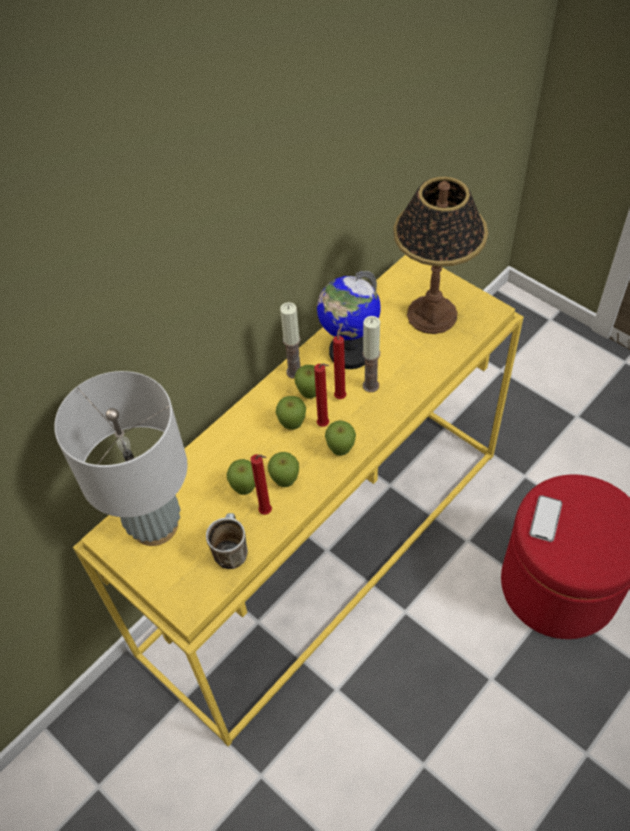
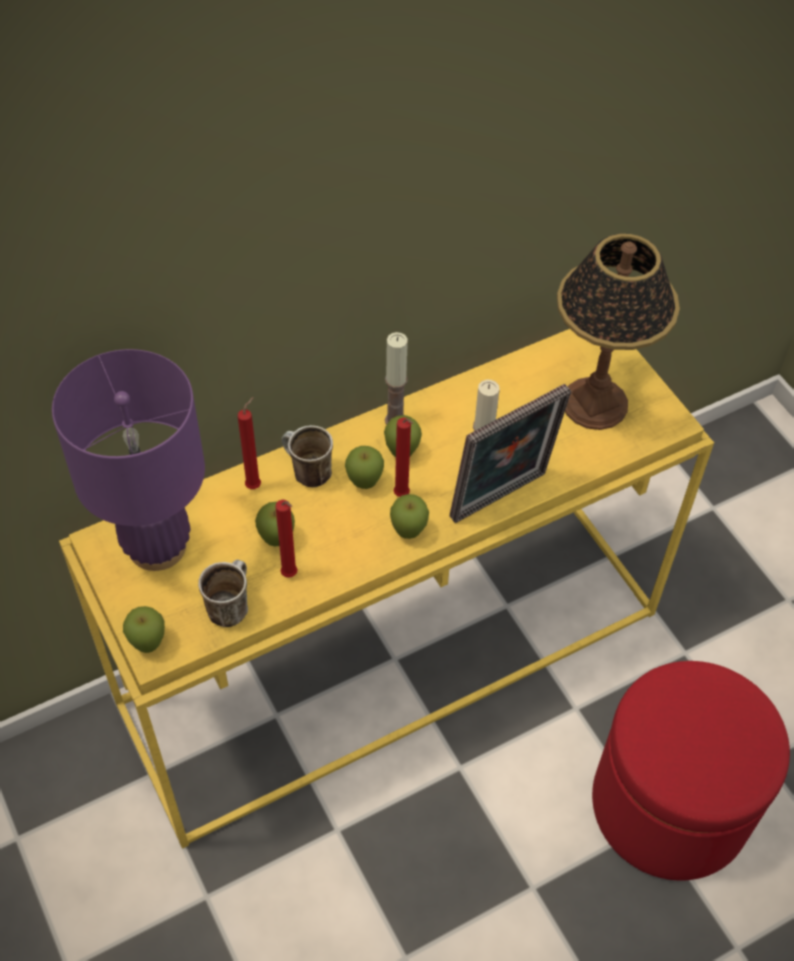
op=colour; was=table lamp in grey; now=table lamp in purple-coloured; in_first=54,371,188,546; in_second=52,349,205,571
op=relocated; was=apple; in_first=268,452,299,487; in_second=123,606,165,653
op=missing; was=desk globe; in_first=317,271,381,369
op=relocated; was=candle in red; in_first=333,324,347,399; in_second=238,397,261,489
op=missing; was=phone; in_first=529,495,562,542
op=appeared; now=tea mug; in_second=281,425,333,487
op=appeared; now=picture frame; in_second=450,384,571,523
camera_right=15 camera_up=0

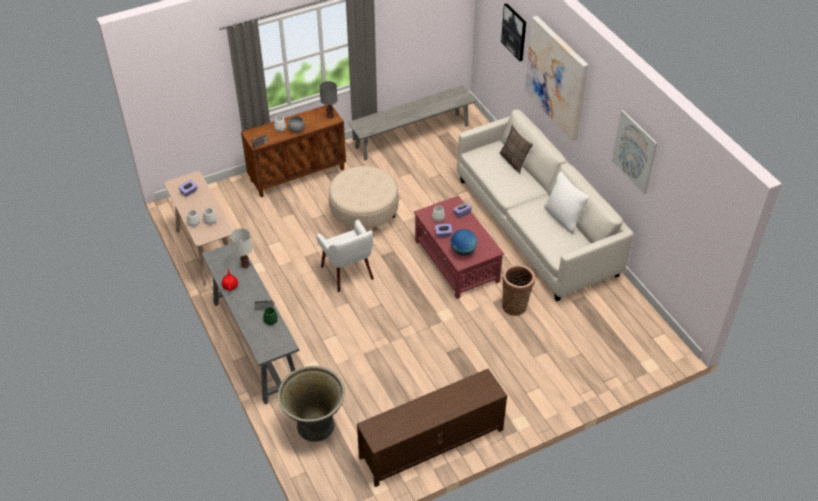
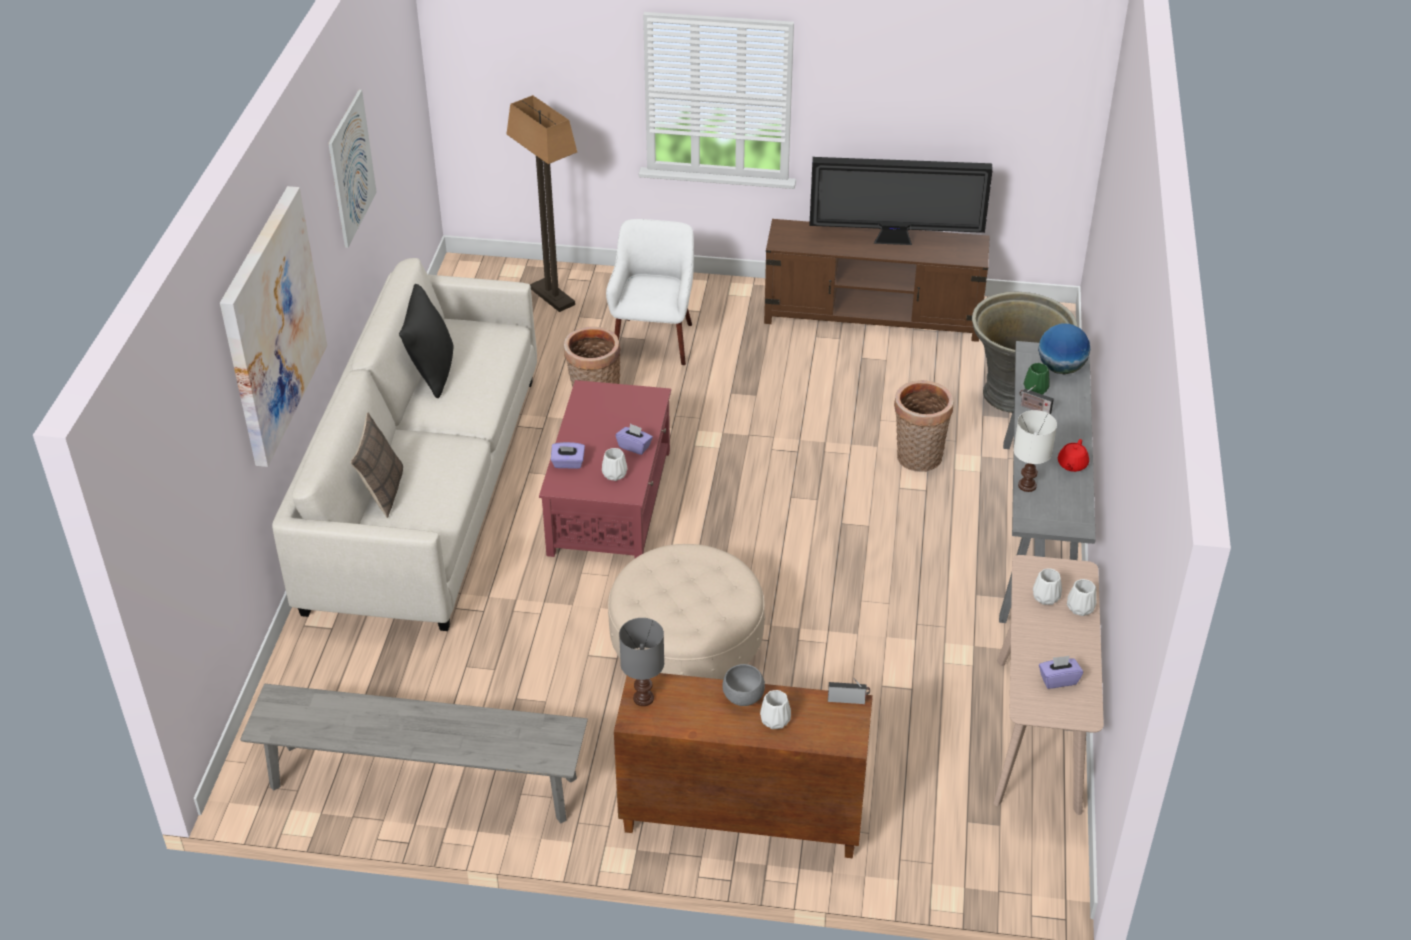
op=relocated; was=lounge chair in white-coloured; in_first=316,219,374,292; in_second=606,219,694,365
op=relocated; was=desk globe; in_first=450,229,477,256; in_second=1038,323,1090,374
op=missing; was=wall art; in_first=501,3,526,61
op=colour; was=cushion in white-coloured; now=cushion in blackish; in_first=544,172,589,233; in_second=399,284,453,398
op=appeared; now=standard lamp; in_second=507,95,577,312
op=appeared; now=TV set; in_second=809,157,993,245
op=appeared; now=storage basket; in_second=894,380,953,472
camera_right=-145 camera_up=-5

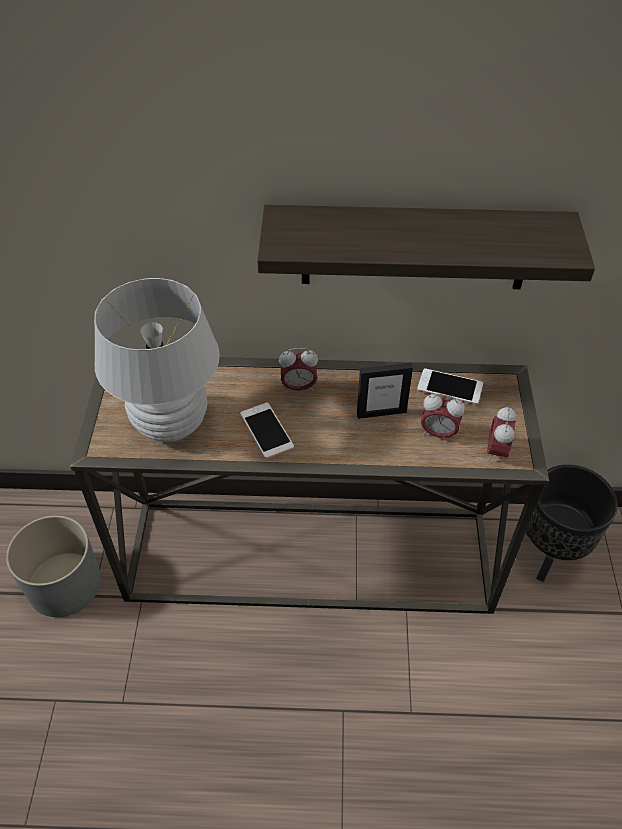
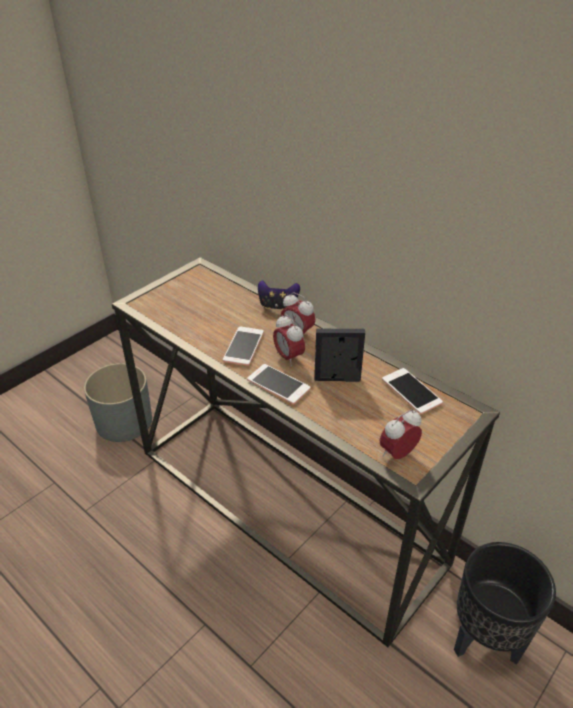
op=missing; was=table lamp in white-coloured; in_first=94,278,220,442
op=missing; was=bracket shelf; in_first=257,205,595,289
op=spun; was=picture frame; in_first=357,363,413,419; in_second=314,329,365,382; clockwise=150
op=relocated; was=table clock; in_first=421,394,464,441; in_second=273,314,305,366
op=appeared; now=phone; in_second=247,364,310,404
op=appeared; now=joypad; in_second=258,280,300,309
camera_right=40 camera_up=-10

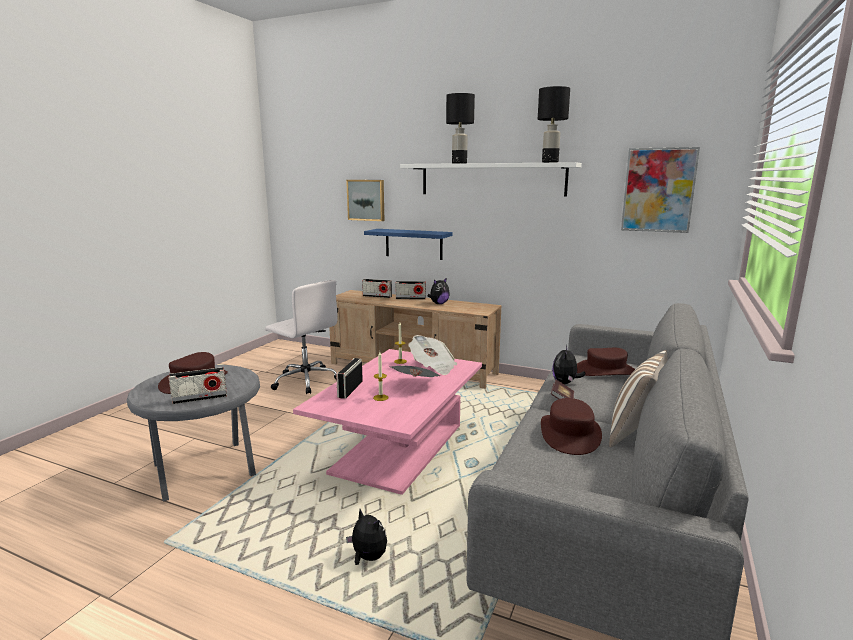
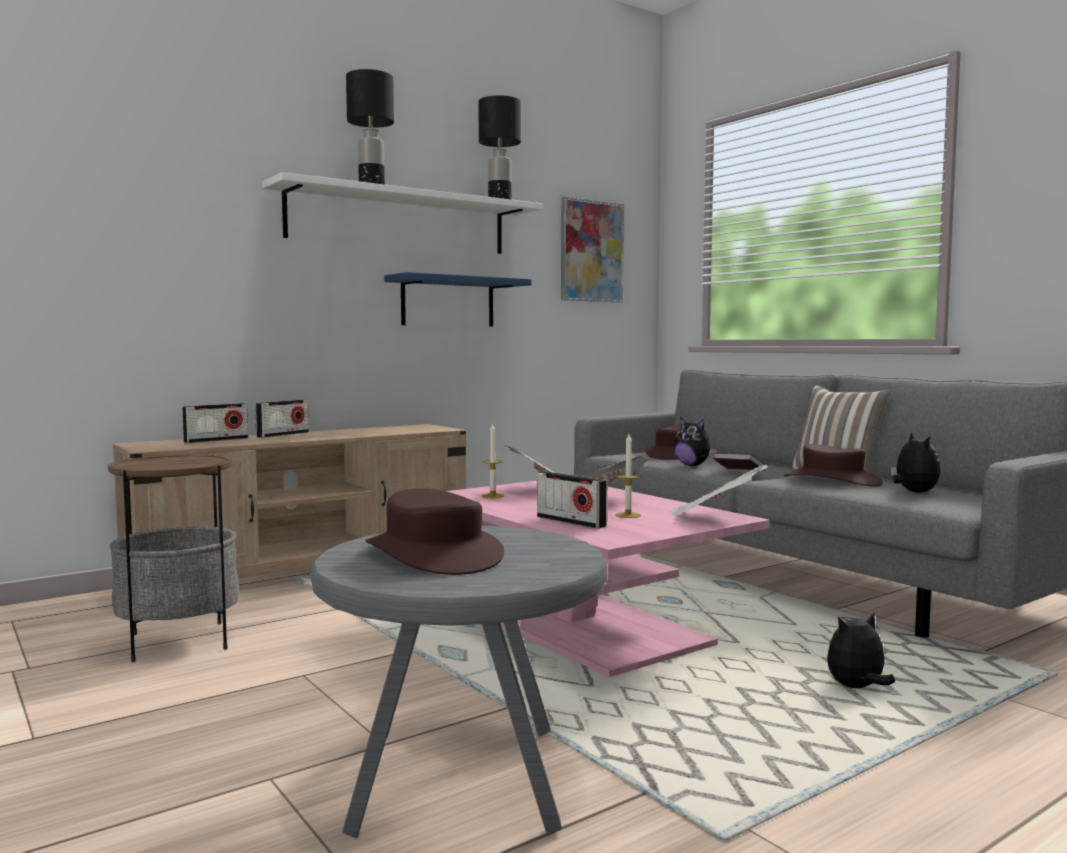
op=missing; was=radio set; in_first=169,367,227,404
op=exchanged; was=computer chair in white-coloured; now=accent table; in_first=265,280,338,394; in_second=108,454,239,662
op=missing; was=wall art; in_first=346,180,384,221
op=relocated; was=bracket shelf in blue; in_first=364,229,453,260; in_second=384,272,531,326
op=relocated; was=soft toy; in_first=428,278,450,304; in_second=891,432,940,493
op=appeared; now=newspaper; in_second=670,465,767,516
camera_right=-60 camera_up=-10

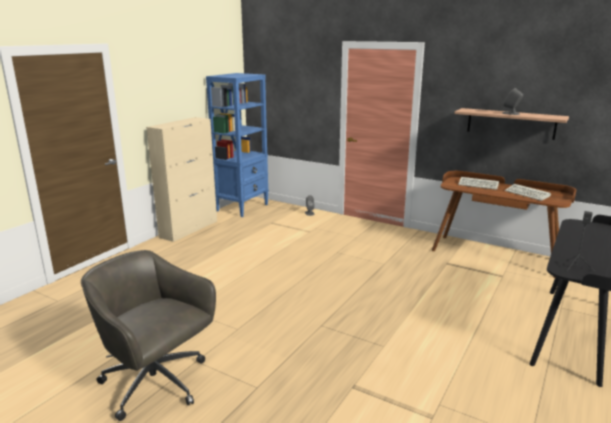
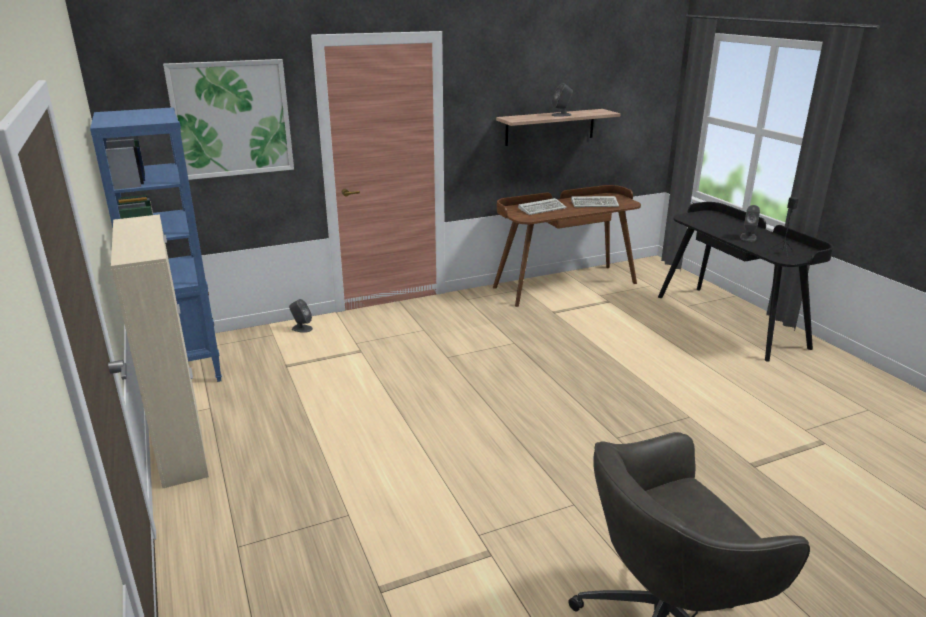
op=appeared; now=wall art; in_second=163,59,294,180
op=appeared; now=loudspeaker in grey; in_second=740,205,760,241
camera_right=-55 camera_up=5

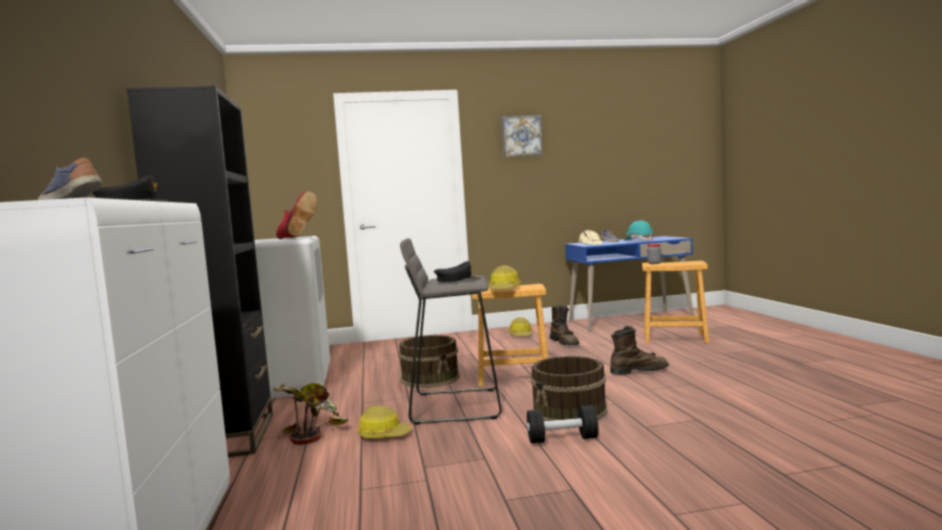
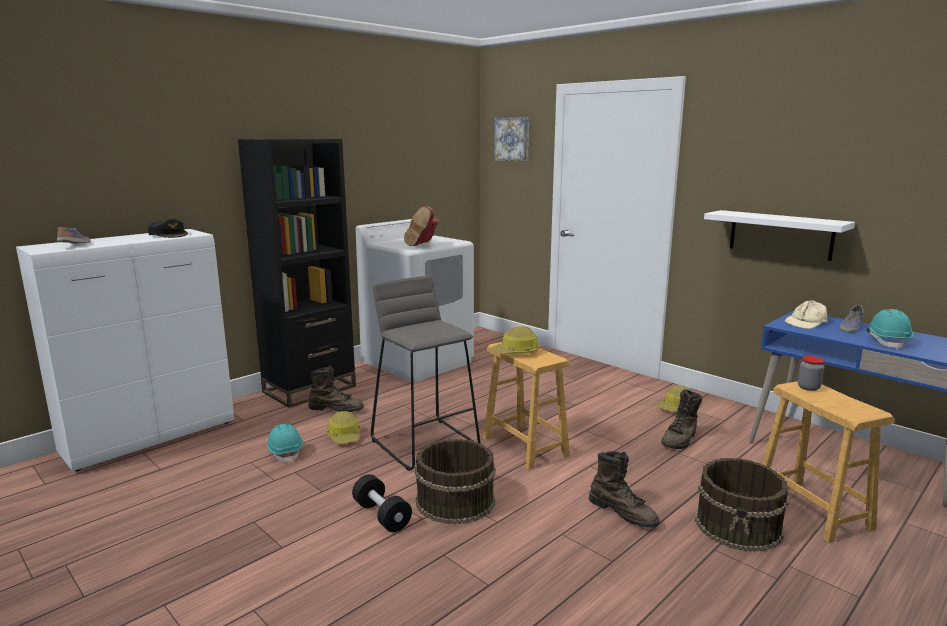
op=exchanged; was=potted plant; now=boot in brown; in_first=273,383,349,445; in_second=309,365,364,412
op=relocated; was=bucket in brown; in_first=399,335,460,388; in_second=695,458,789,552
op=missing; was=peaked cap in blackish; in_first=434,261,481,282
op=relocated; was=wall art; in_first=502,115,543,157; in_second=494,117,529,162
op=appeared; now=safety helmet in turquoise-coloured; in_second=266,424,303,462
op=appeared; now=bracket shelf in white-coloured; in_second=704,210,855,261
camera_right=55 camera_up=10

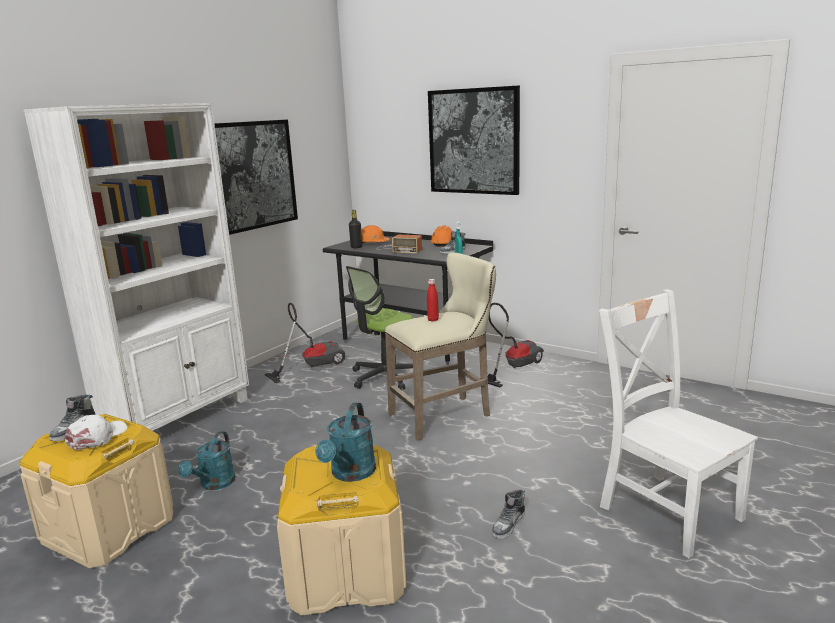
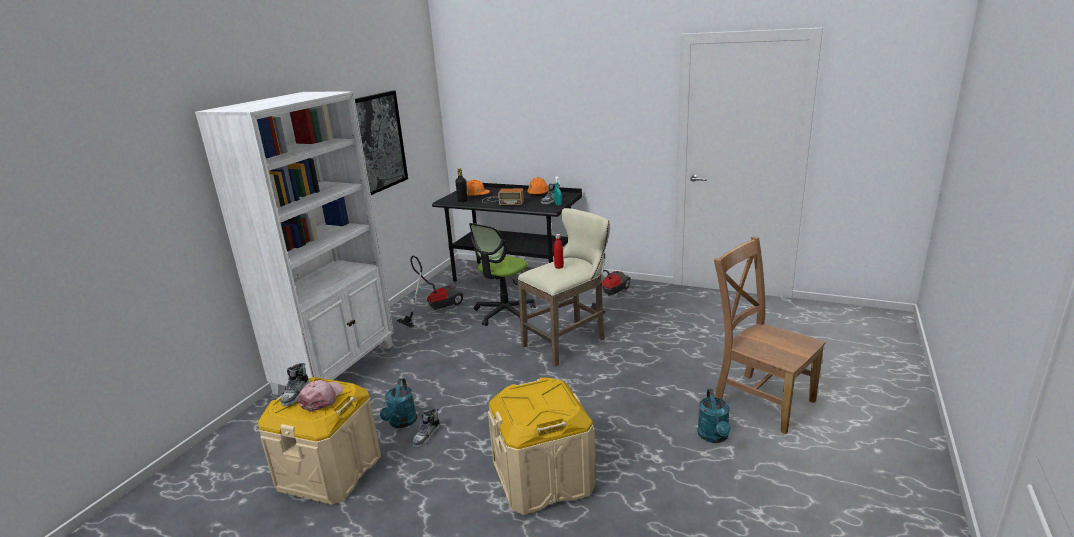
op=colour; was=peaked cap in white-coloured; now=peaked cap in pink; in_first=65,415,127,450; in_second=297,380,343,412
op=relocated; was=watering pot in turquoise-coloured; in_first=315,402,376,482; in_second=697,389,731,443
op=missing; was=wall art; in_first=428,85,520,195
op=relocated; was=item of footwear; in_first=492,490,525,539; in_second=412,408,440,448
op=colour; was=plain chair in white-coloured; now=plain chair in brown; in_first=599,289,758,558; in_second=714,236,826,434
camera_right=-10 camera_up=5

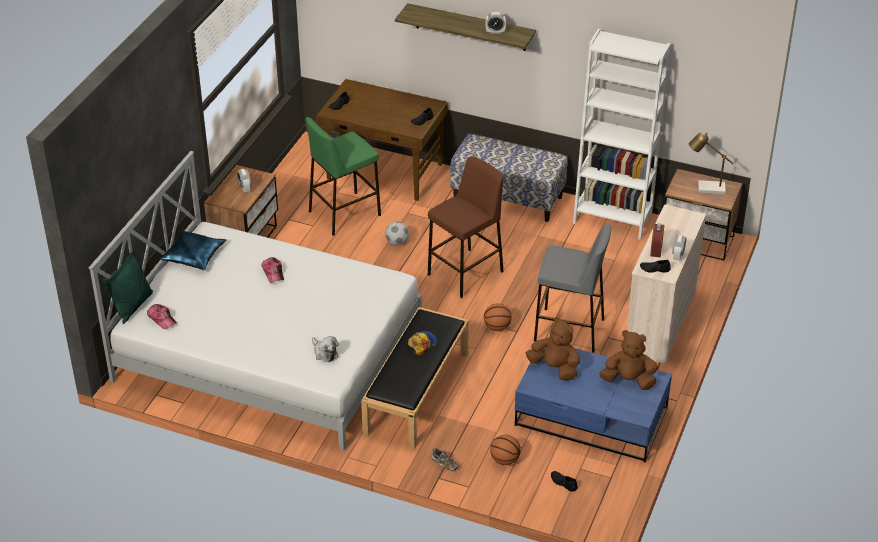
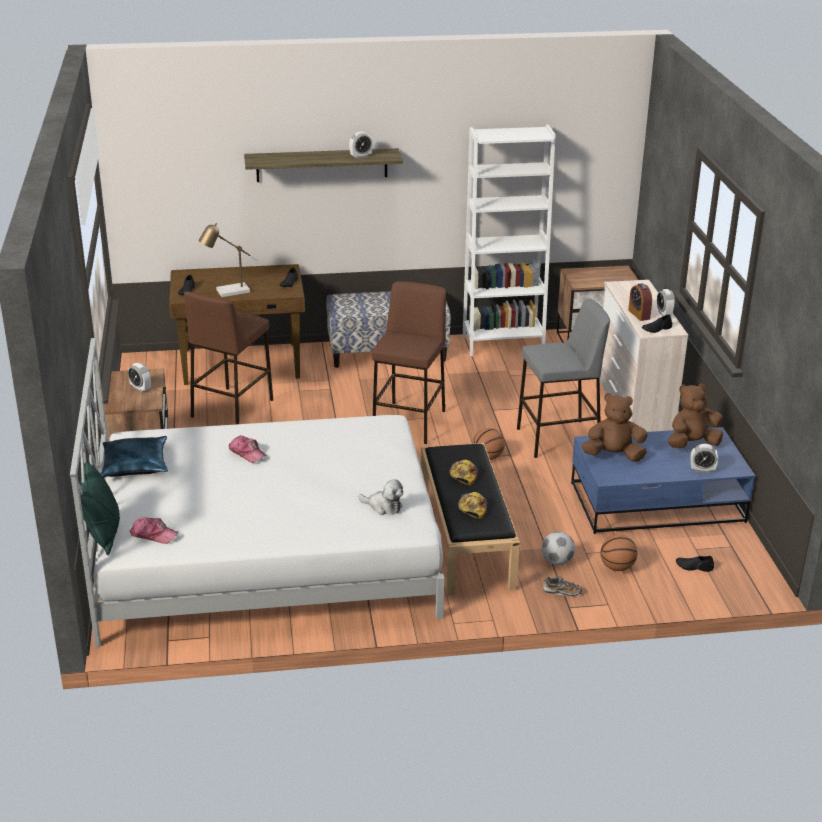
op=colour; was=sitting stool in greenish; now=sitting stool in brown; in_first=306,117,381,236; in_second=184,291,273,424
op=relocated; was=football ball; in_first=385,222,409,246; in_second=542,532,575,565
op=relocated; was=table lamp; in_first=689,132,740,194; in_second=199,223,258,297
op=appeared; now=peaked cap; in_second=458,492,487,519
op=appeared; now=table clock; in_second=690,444,718,473
camera_right=-30 camera_up=-10

